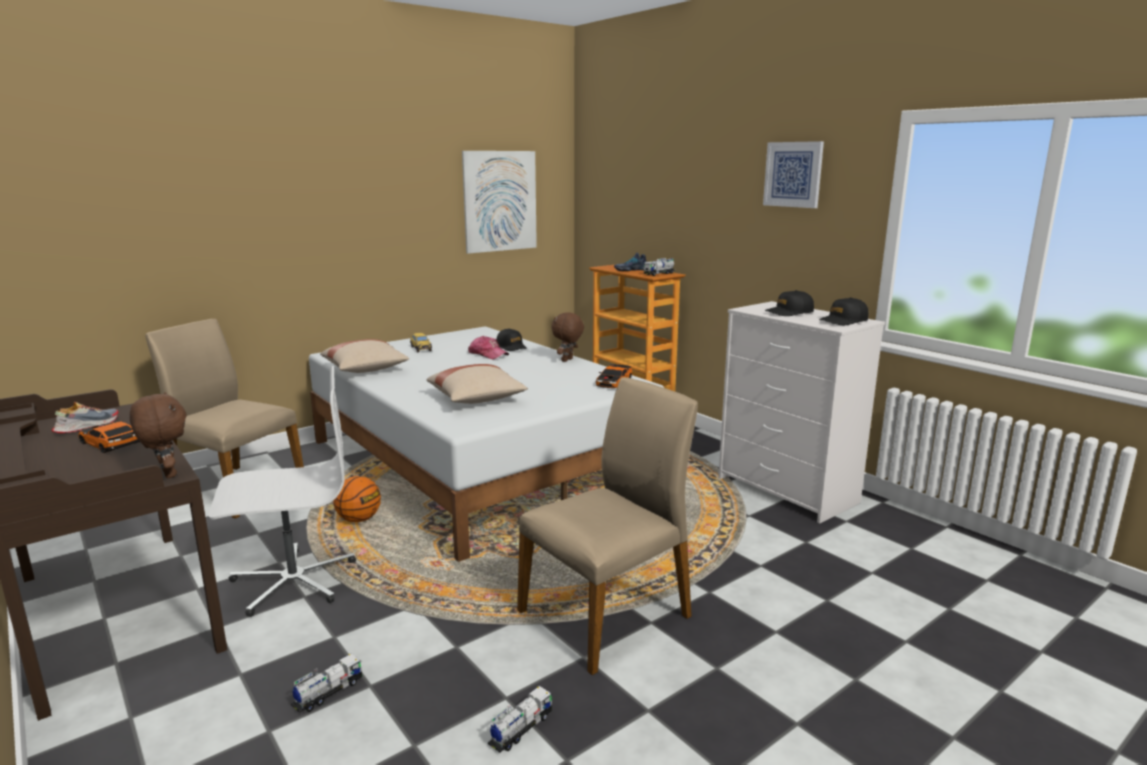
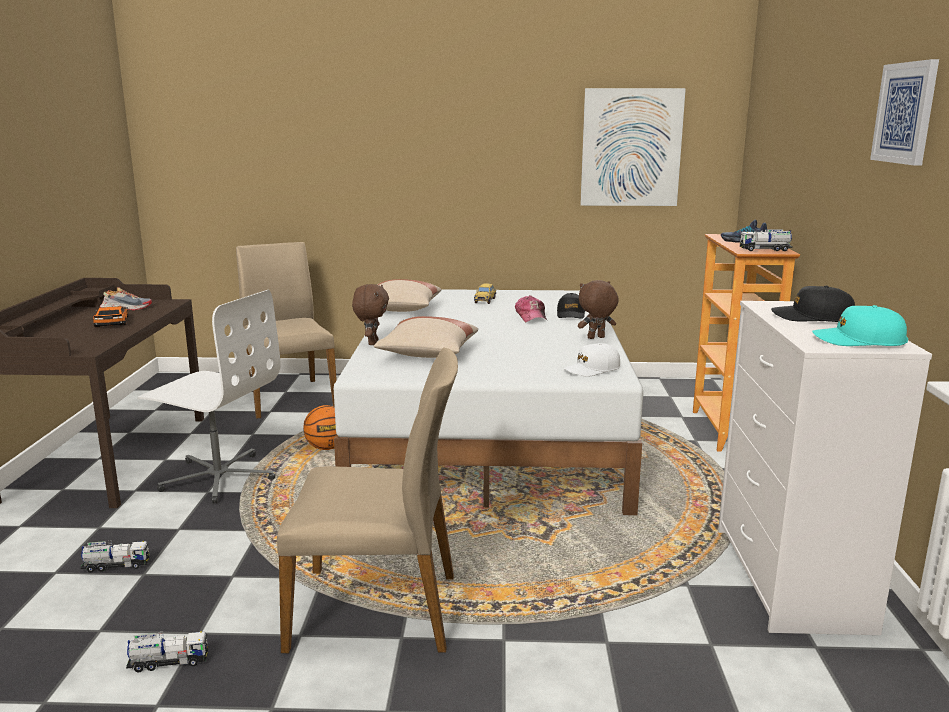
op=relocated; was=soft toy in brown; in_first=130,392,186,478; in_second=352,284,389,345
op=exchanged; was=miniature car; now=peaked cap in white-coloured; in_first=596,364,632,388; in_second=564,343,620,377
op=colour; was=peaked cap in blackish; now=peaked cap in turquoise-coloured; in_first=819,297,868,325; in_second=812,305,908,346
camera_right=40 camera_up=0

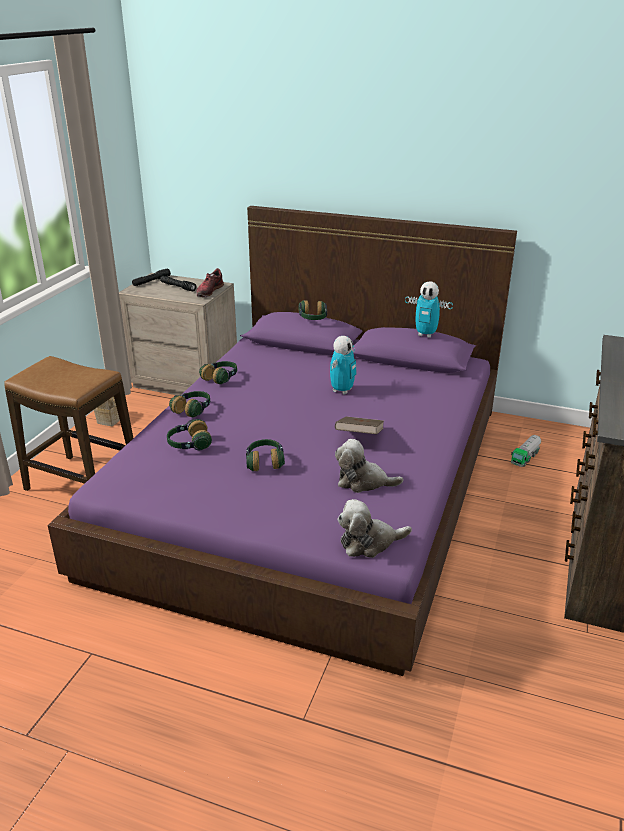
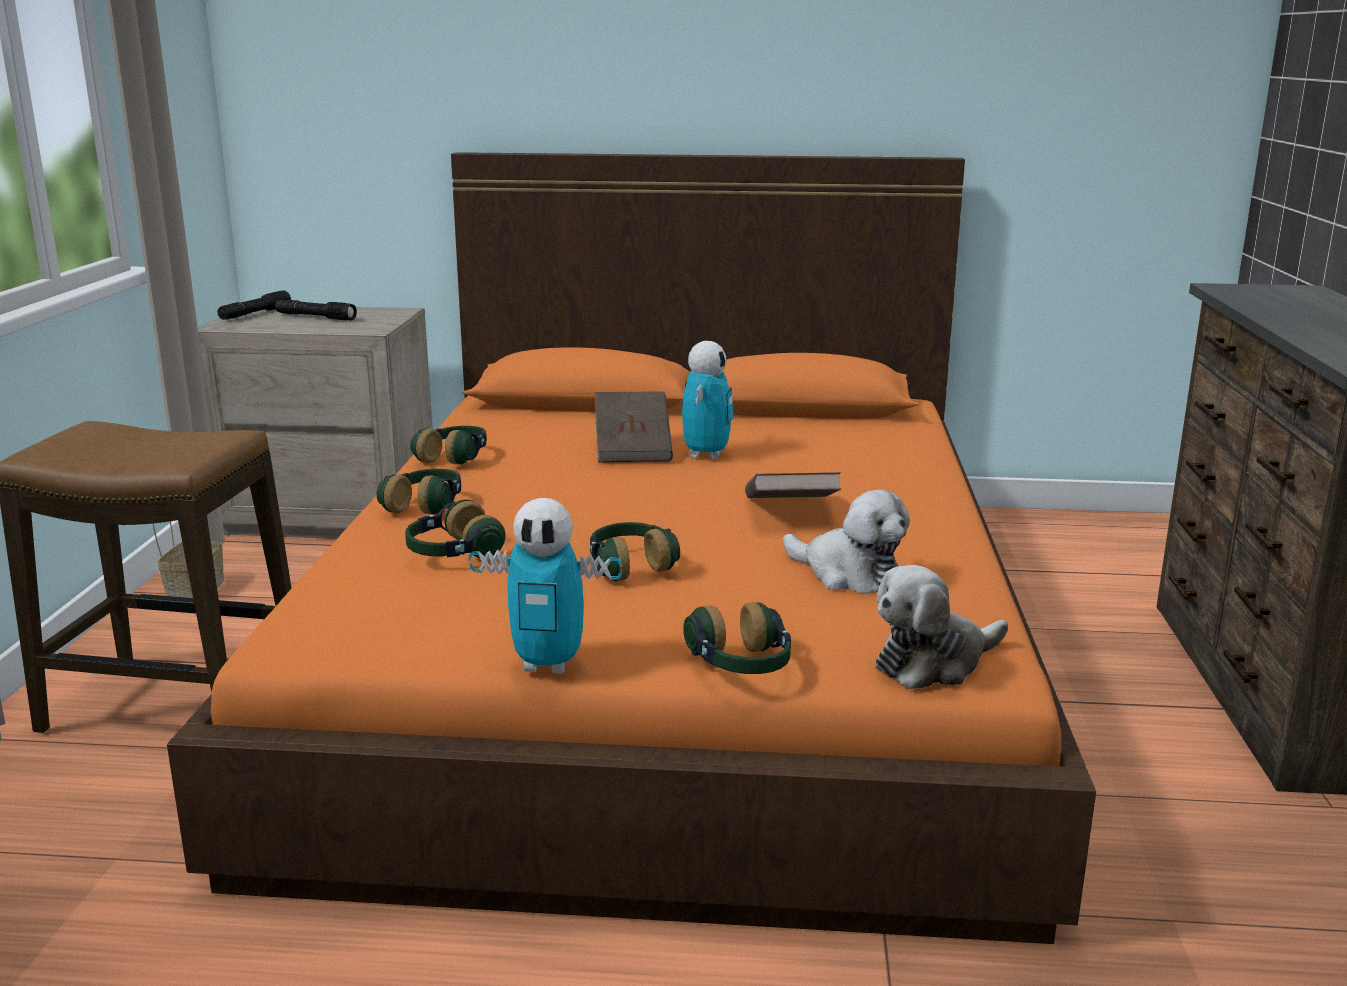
op=colour; was=bedroom bed in purple-coloured; now=bedroom bed in orangey; in_first=48,206,517,676; in_second=167,152,1096,944
op=missing; was=item of footwear; in_first=196,268,224,297
op=relocated; was=headset; in_first=299,300,327,320; in_second=684,602,791,674
op=spun; was=soft toy; in_first=335,439,403,493; in_second=783,489,910,594; clockwise=-135
op=relocated; was=model robot; in_first=405,281,453,338; in_second=469,498,622,674
op=missing; was=toy lorry; in_first=511,435,541,467
op=appeared; now=bound book in brown; in_second=595,391,673,462
camera_right=-15 camera_up=-10

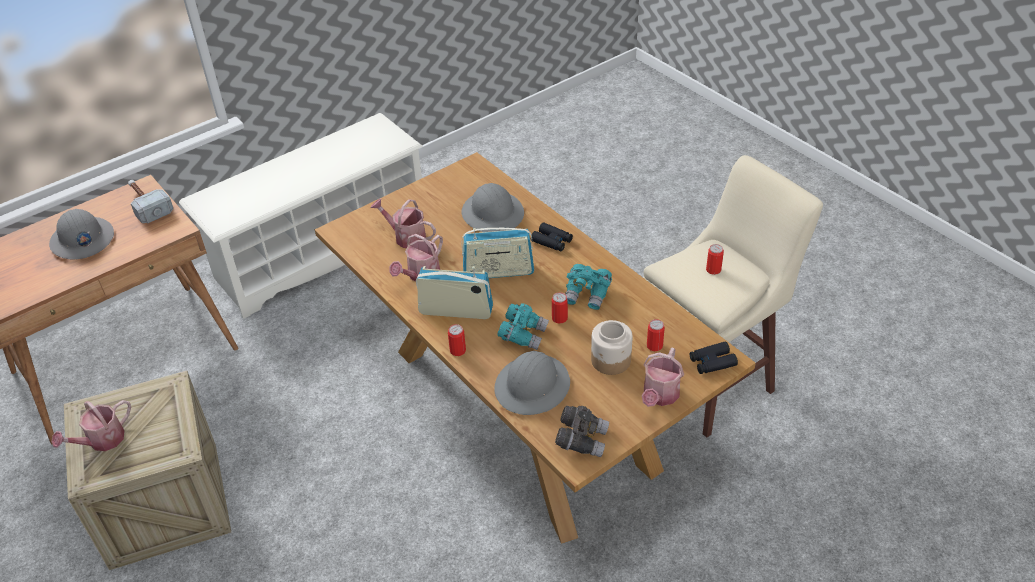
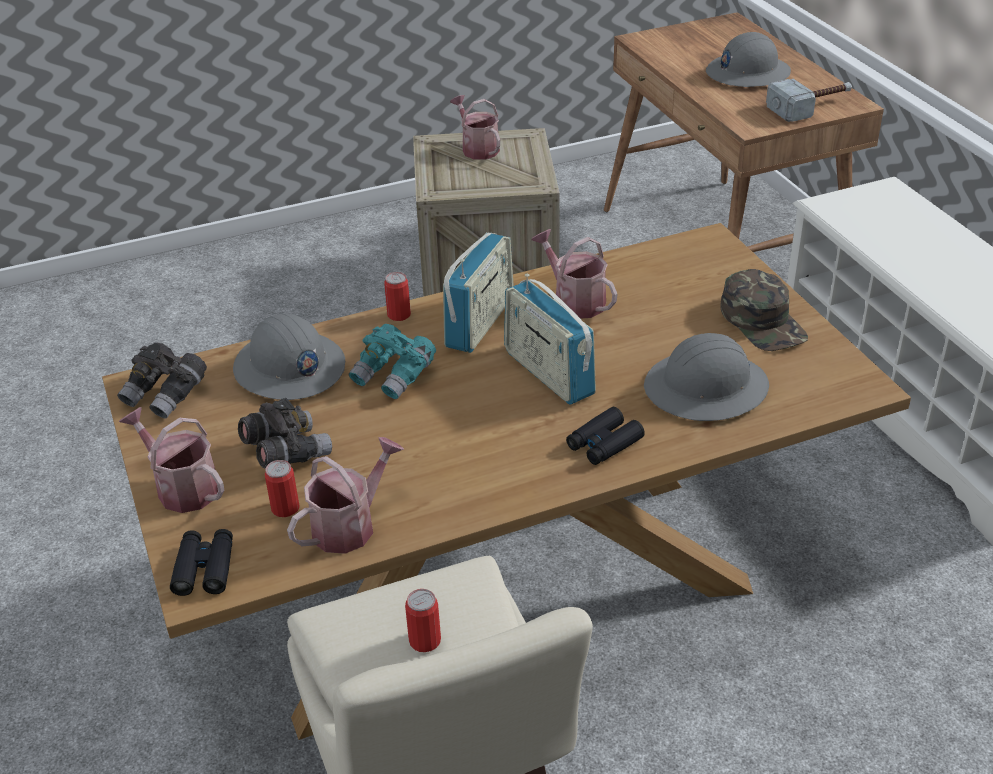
op=relocated; was=watering pot; in_first=370,199,436,248; in_second=287,437,404,554
op=spun; was=radio set; in_first=461,228,534,278; in_second=504,274,596,404; clockwise=-45
op=missing; was=metal can; in_first=552,292,568,324
op=missing; was=field glasses in turquoise-coloured; in_first=565,264,612,310
op=exchanged; was=jar; now=field glasses in grey; in_first=591,320,633,375; in_second=238,398,332,468
op=appeared; now=peaked cap in greenish; in_second=720,269,808,351
camera_right=105 camera_up=-5

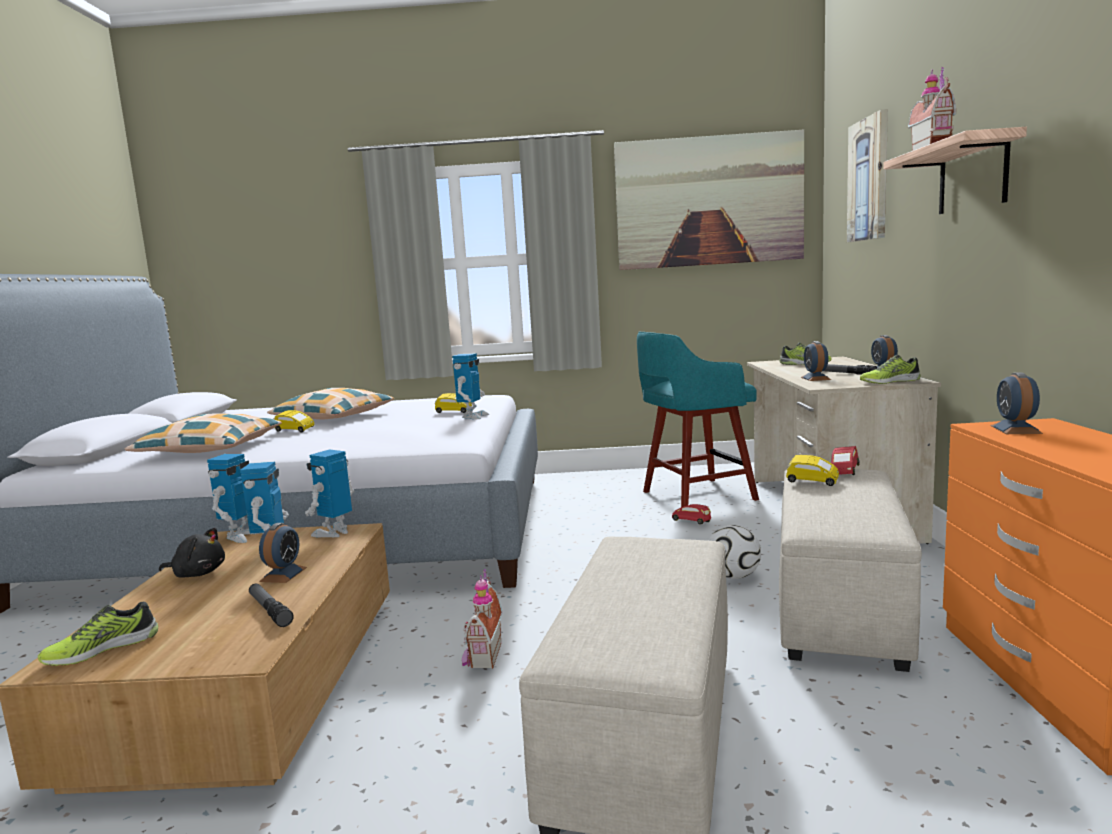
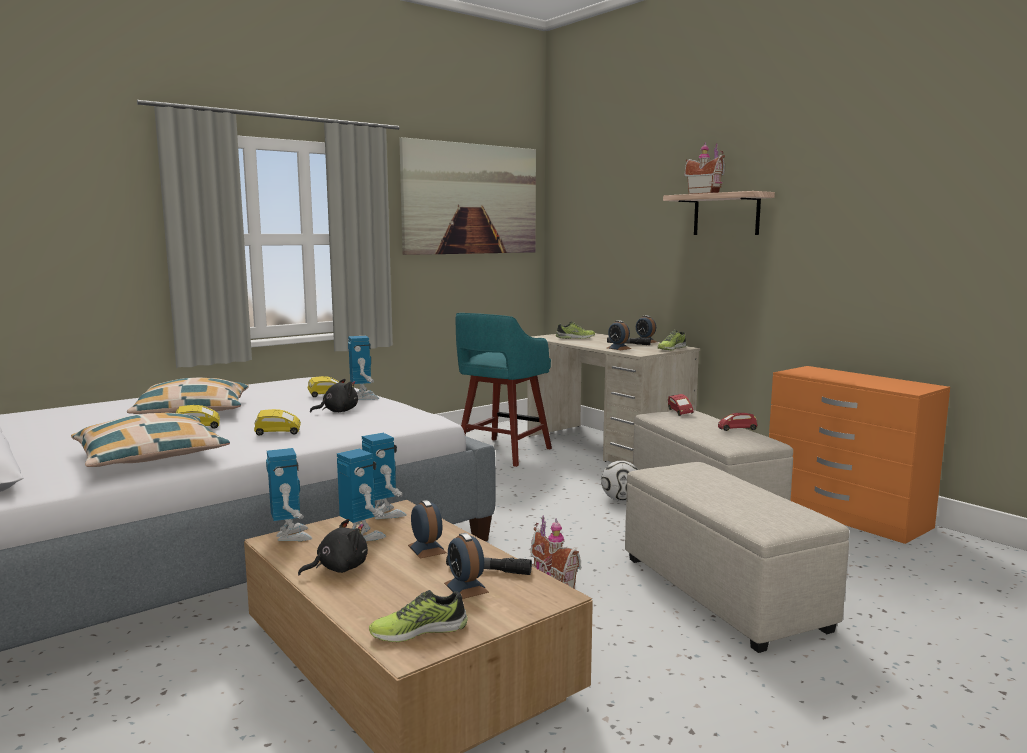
op=spun; was=item of footwear; in_first=38,602,158,666; in_second=369,590,468,642; clockwise=60
op=spun; was=model robot; in_first=305,449,355,538; in_second=362,433,406,519; clockwise=150
op=relocated; was=miniature car in red; in_first=672,504,711,525; in_second=718,412,757,431
op=relocated; was=miniature car in yellow-coloured; in_first=786,455,839,486; in_second=254,409,301,436
op=missing; was=wall art; in_first=847,109,888,242
op=relocated; was=table clock; in_first=990,372,1043,434; in_second=444,533,489,599
op=appeared; now=soft toy in blackish; in_second=310,379,358,413
camera_right=-40 camera_up=0

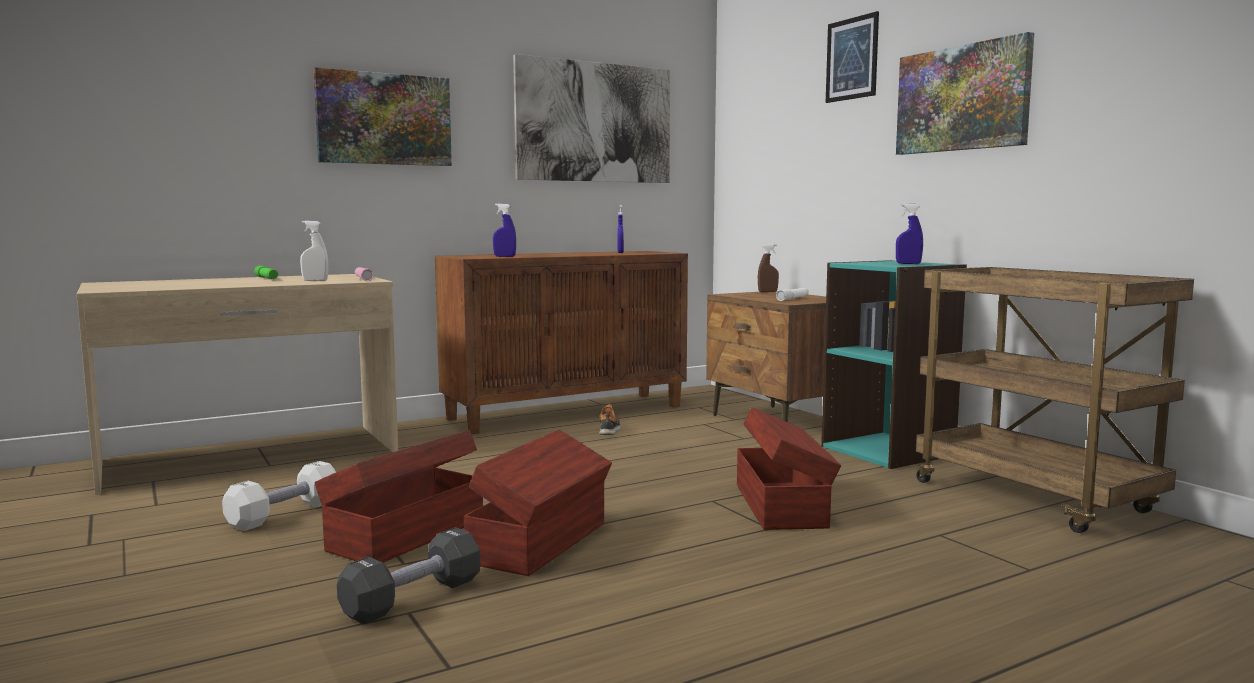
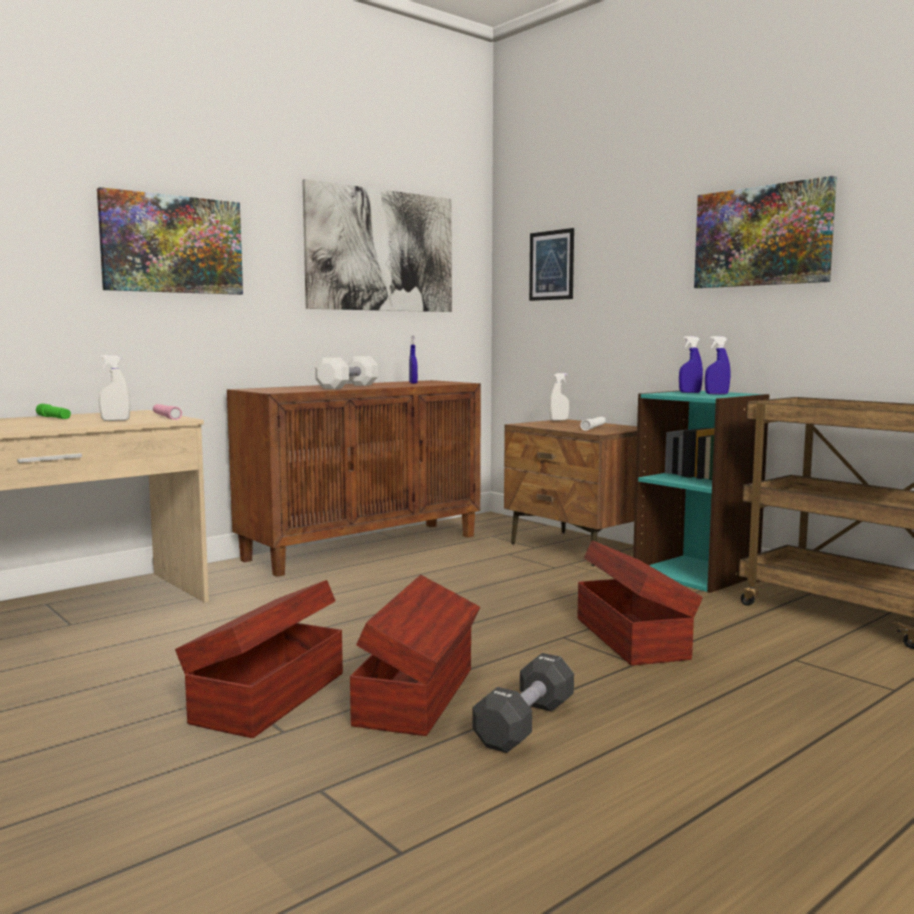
op=relocated; was=hand weight in white-coloured; in_first=222,461,336,531; in_second=315,356,378,389
op=relocated; was=hand weight in blackish; in_first=337,527,480,625; in_second=472,653,574,753
op=relocated; was=sprayer in blue; in_first=493,204,516,257; in_second=679,336,703,393
op=missing; was=item of footwear; in_first=599,404,621,435
op=colour; was=sprayer in brown; now=sprayer in white-coloured; in_first=758,244,779,292; in_second=549,373,569,421
op=relocated; was=wall art; in_first=826,11,879,103; in_second=529,228,574,301
camera_right=-10 camera_up=0

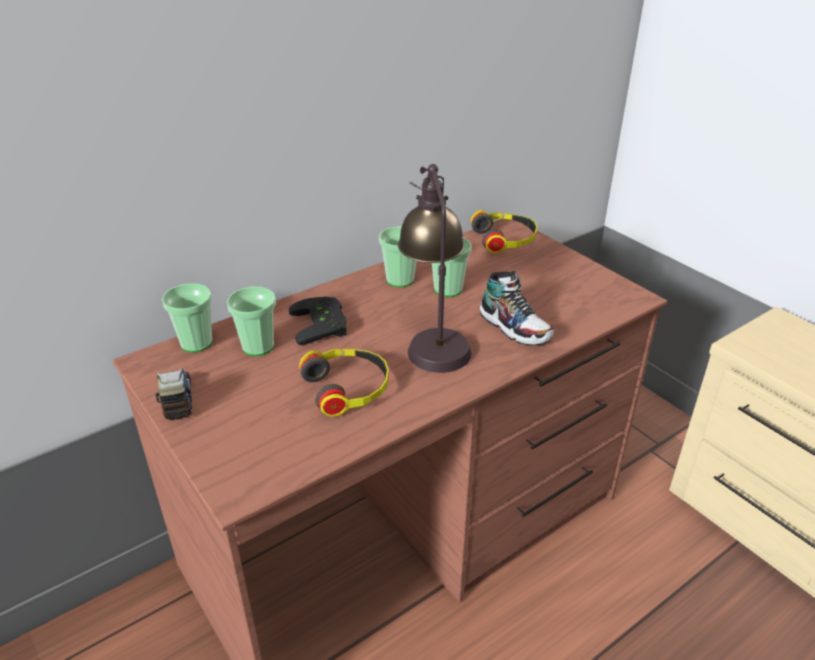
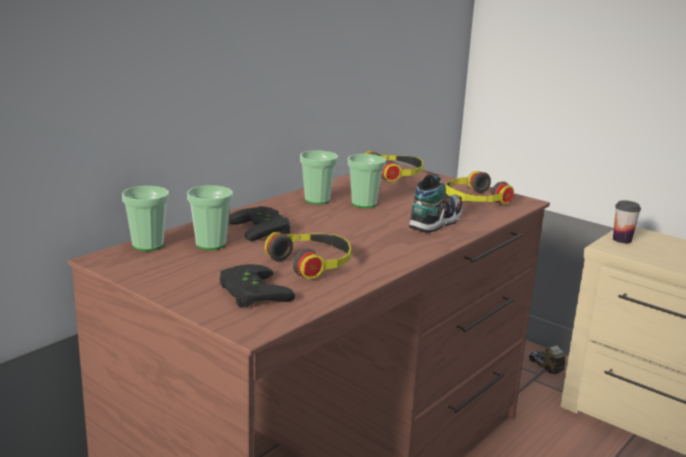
op=relocated; was=toy lorry; in_first=155,368,192,420; in_second=529,344,565,374
op=missing; was=table lamp; in_first=398,164,471,373
op=spun; was=item of footwear; in_first=480,271,554,346; in_second=409,174,463,233; clockwise=-90
op=appeared; now=joypad in blackish; in_second=220,264,295,308
op=appeared; now=headset; in_second=445,171,514,205
op=appeared; now=drinking cup; in_second=613,200,641,243
camera_right=-15 camera_up=-15

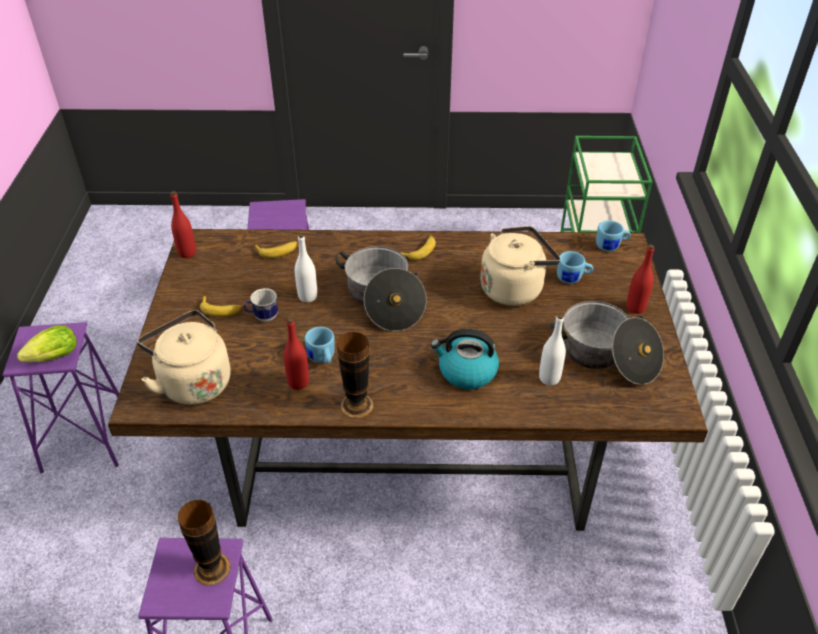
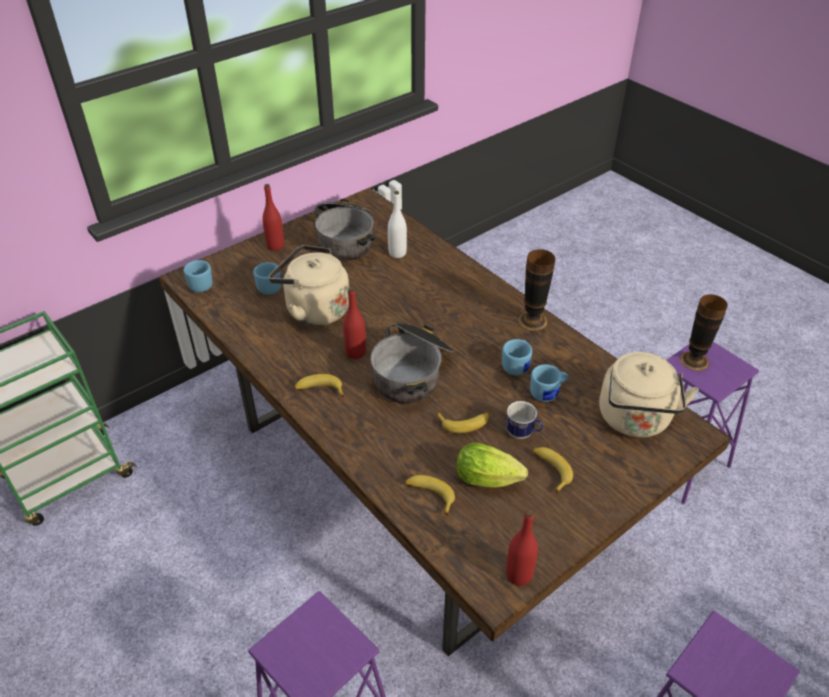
op=relocated; was=lettuce; in_first=17,325,77,362; in_second=457,442,528,488
op=relocated; was=drink bottle in red; in_first=283,318,309,390; in_second=343,287,366,359
op=exchanged; was=drink bottle in white-coloured; now=banana fruit; in_first=295,233,317,302; in_second=436,413,490,433
op=missing; was=water kettle; in_first=431,329,499,389
op=appeared; now=tea mug in blue; in_second=530,364,568,402
camera_right=-130 camera_up=0

